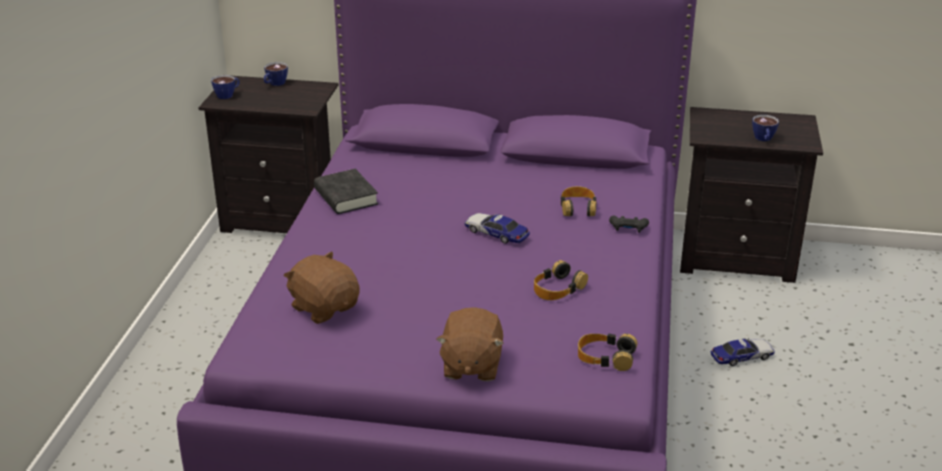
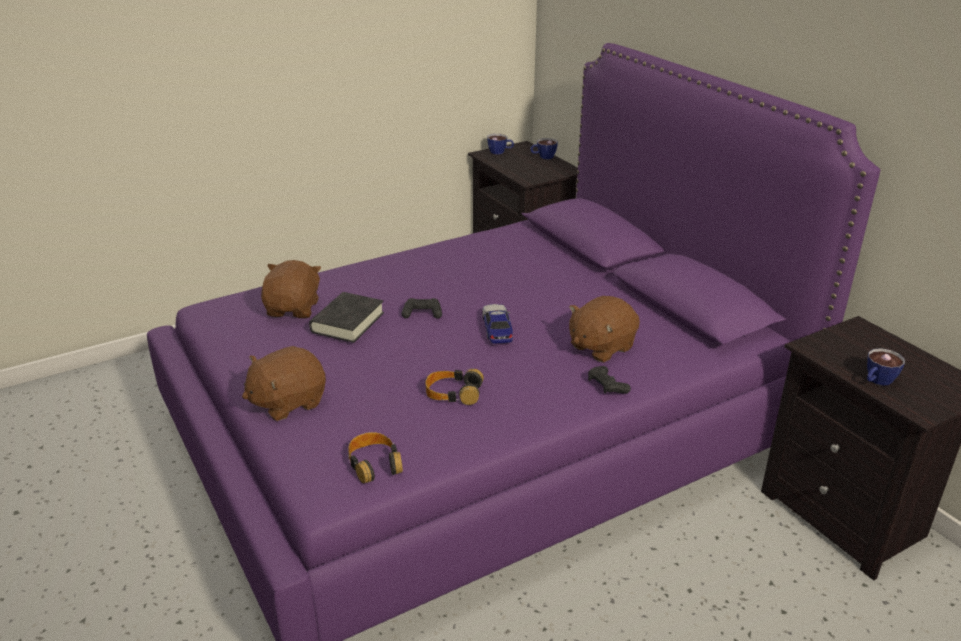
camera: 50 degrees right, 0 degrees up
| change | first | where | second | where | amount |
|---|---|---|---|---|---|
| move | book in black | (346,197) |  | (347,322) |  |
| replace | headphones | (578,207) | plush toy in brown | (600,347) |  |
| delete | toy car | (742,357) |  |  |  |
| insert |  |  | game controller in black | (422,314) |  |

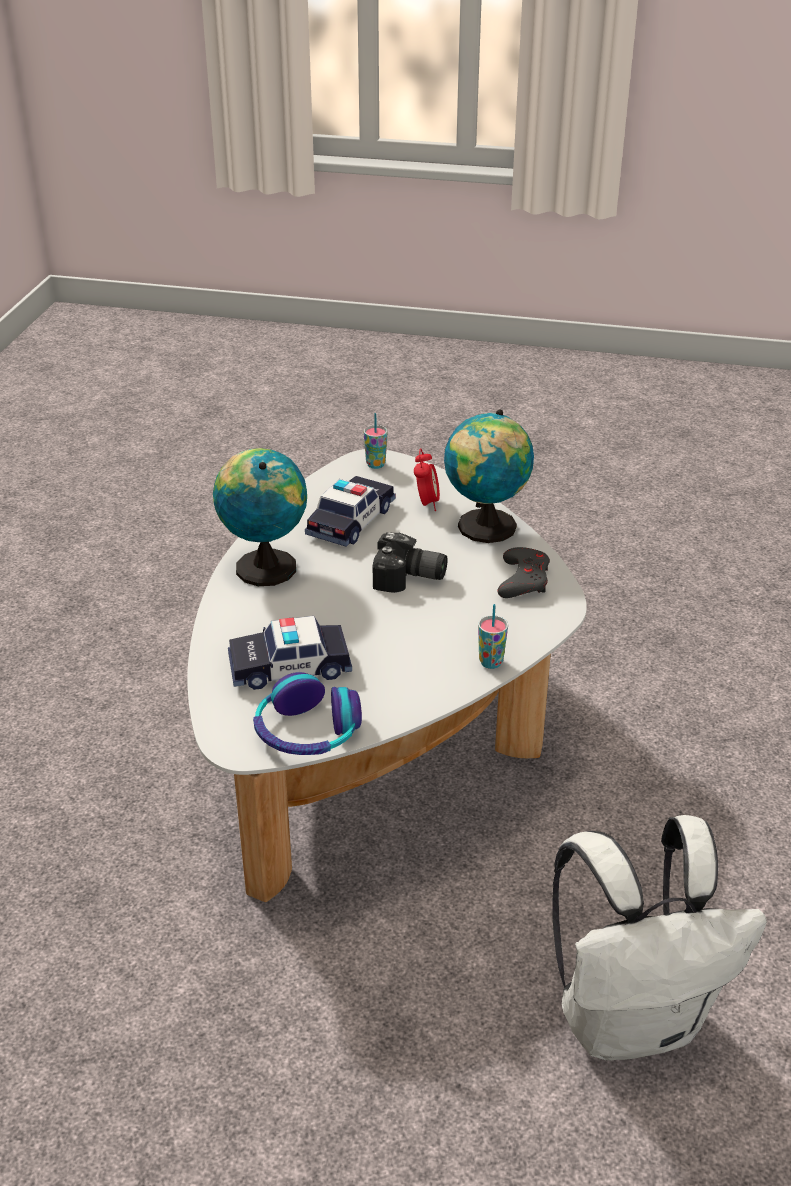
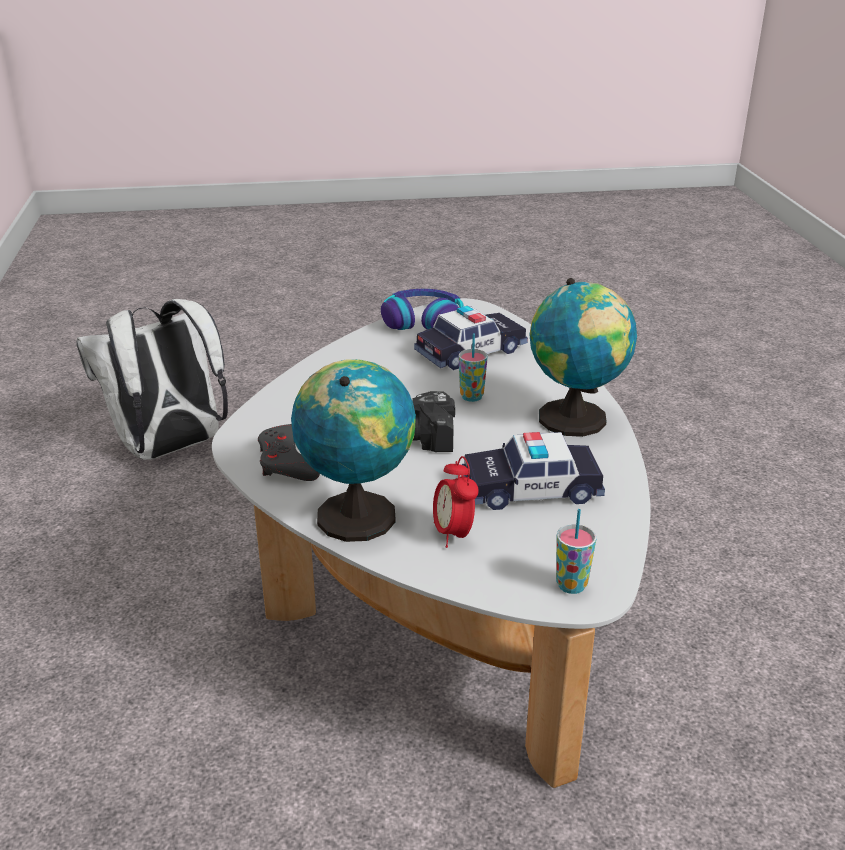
camera: 160 degrees right, 5 degrees down
| change | first | where | second | where | amount |
|---|---|---|---|---|---|
| rotate | toy car | (351,521) |  | (531,489) | 75 degrees clockwise |
| move | cup | (491,662) |  | (471,397) |  |

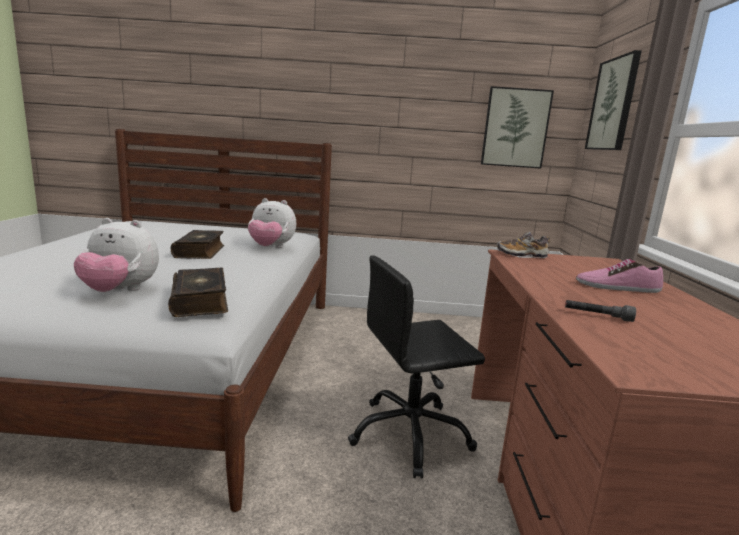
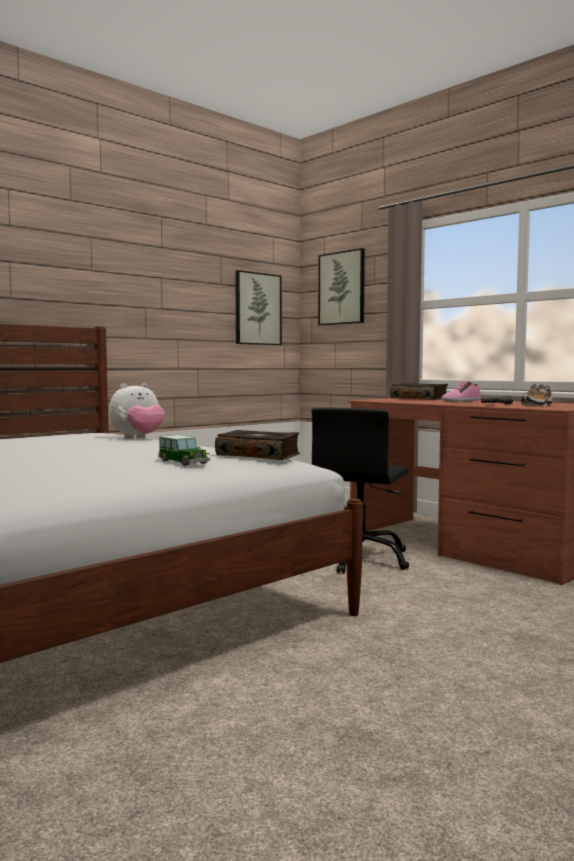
camera: 45 degrees left, 10 degrees down
| change | first | where | second | where | amount |
|---|---|---|---|---|---|
| replace | plush toy | (120,291) | toy car | (183,462) |  |
| move | book | (200,252) |  | (419,398) |  |
| move | shoe | (521,255) |  | (537,405) |  |

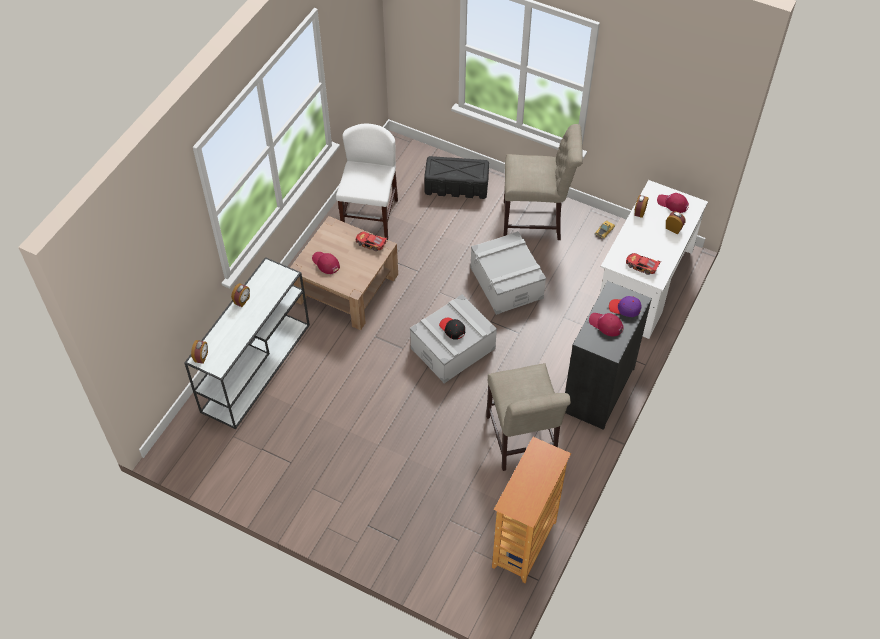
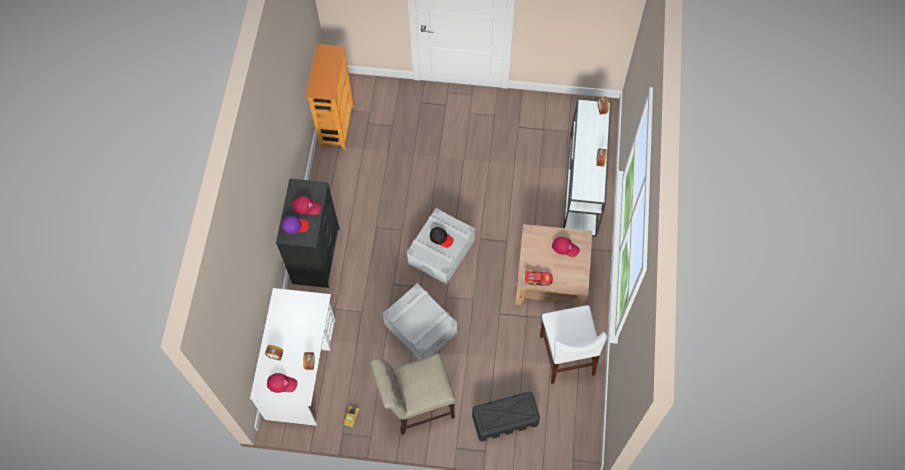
camera: 160 degrees right, 10 degrees up
| change | first | where | second | where | amount |
|---|---|---|---|---|---|
| delete | toy car | (641,266) |  |  |  |
| delete | chair in beige | (521,442) |  |  |  |

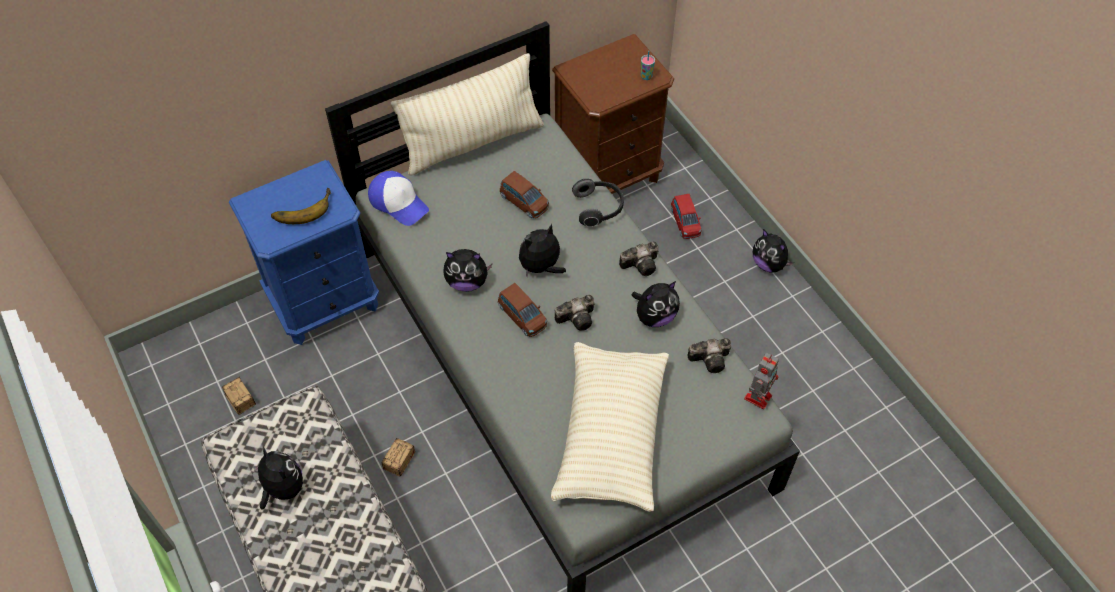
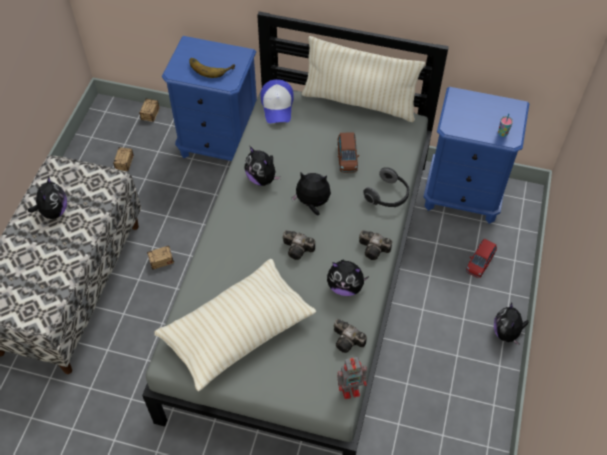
camera: 45 degrees right, 0 degrees up
| change | first | where | second | where | amount |
|---|---|---|---|---|---|
| recolor | nightstand in brown | (609,175) | nightstand in blue | (462,196) |  |
| delete | toy car in brown | (522,316) |  |  |  |
| insert |  |  | storage box | (146,124) |  |

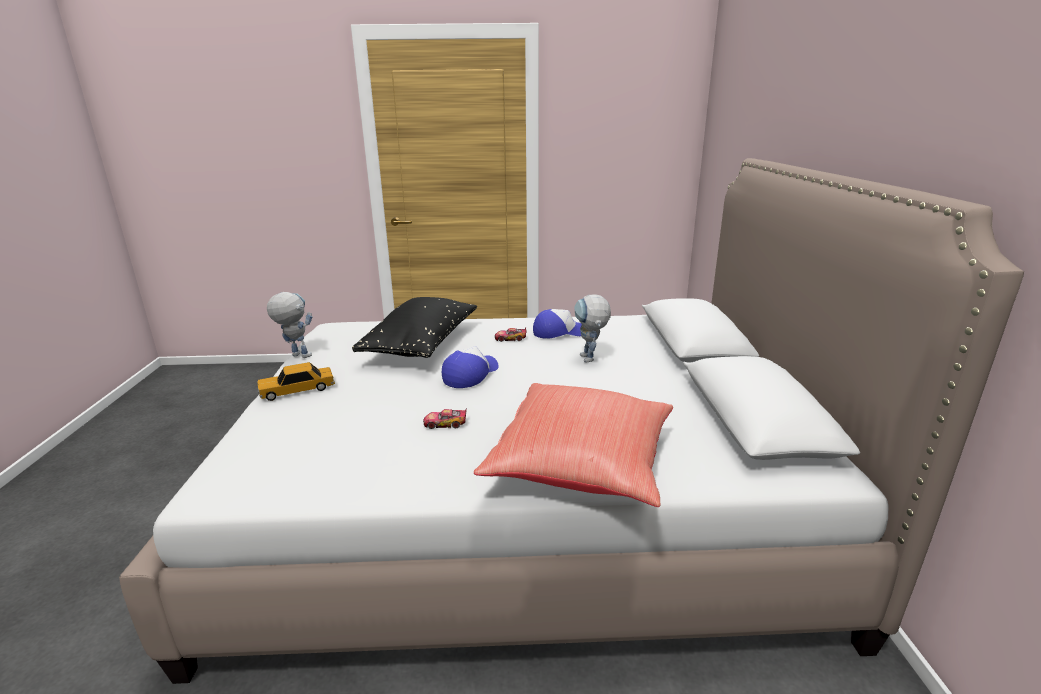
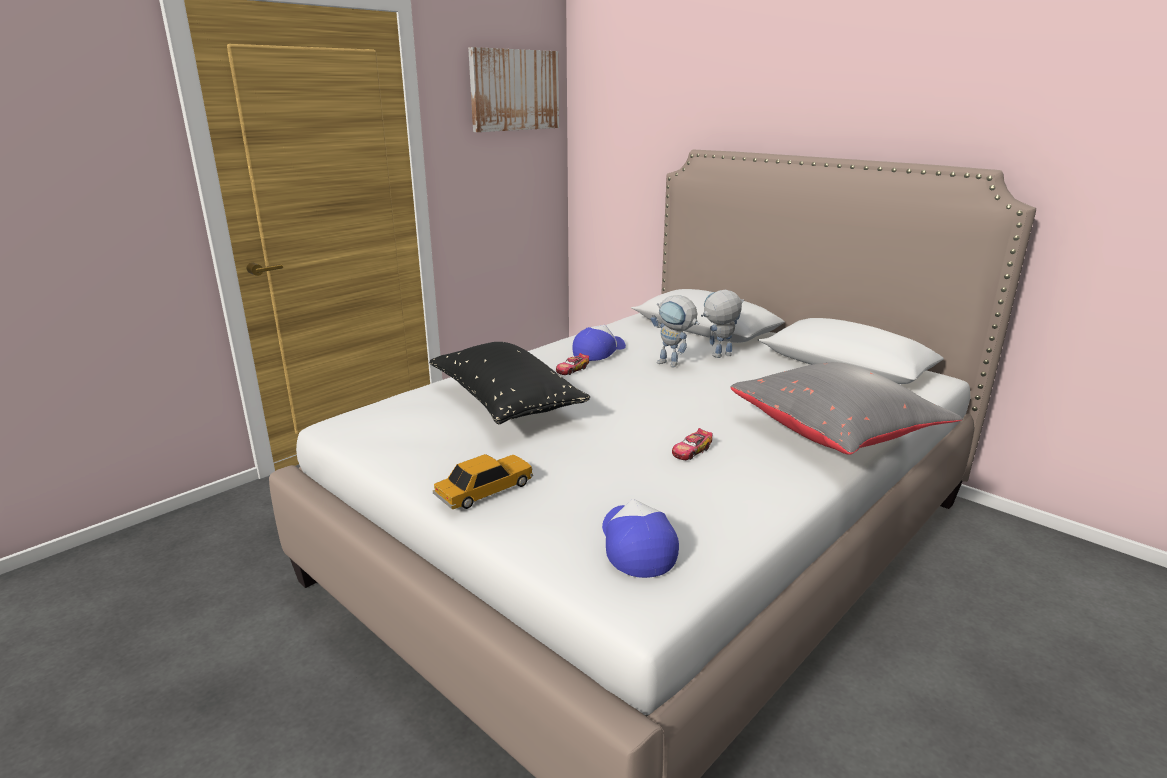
camera: 45 degrees left, 0 degrees up
| change | first | where | second | where | amount |
|---|---|---|---|---|---|
| move | toy robot | (295,355) |  | (718,357) |  |
| move | cap | (470,374) |  | (635,545) |  |
| rotate | toy car | (297,390) |  | (485,490) | 150 degrees counterclockwise |
| recolor | pillow in red | (582,467) | pillow in grey | (836,433) |  |
| insert |  |  | picture | (514,90) |  |

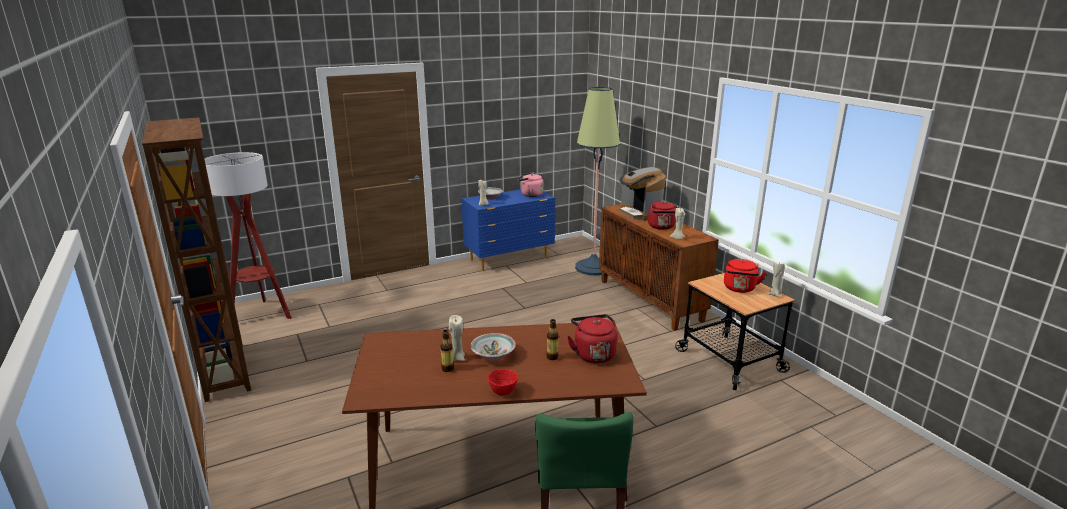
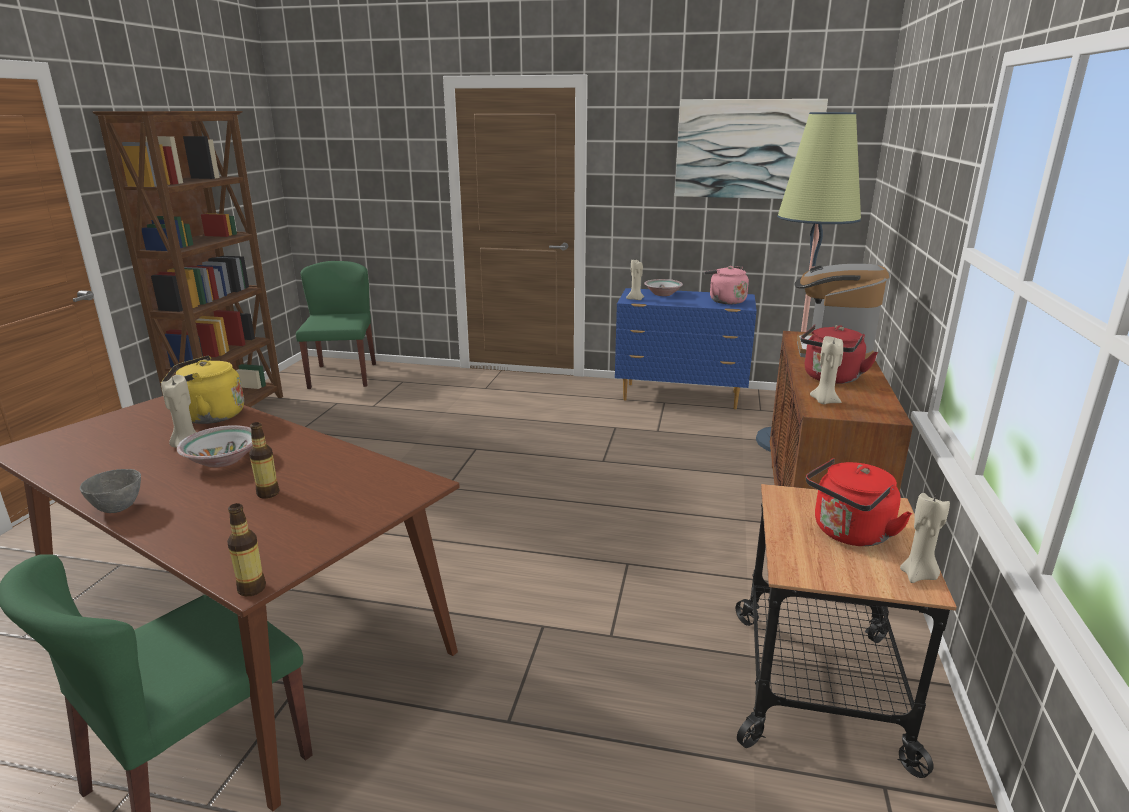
camera: 40 degrees right, 0 degrees up
| change | first | where | second | where | amount |
|---|---|---|---|---|---|
| replace | floor lamp | (261,314) | chair in green | (343,375) |  |
| delete | kettle in red | (593,354) |  |  |  |
| move | bottle | (447,369) |  | (251,589) |  |
| recolor | bowl in red | (502,392) | bowl in grey | (117,508) |  |
| insert |  |  | picture | (747,149) |  |
| insert |  |  | kettle in yellow | (208,416) |  |

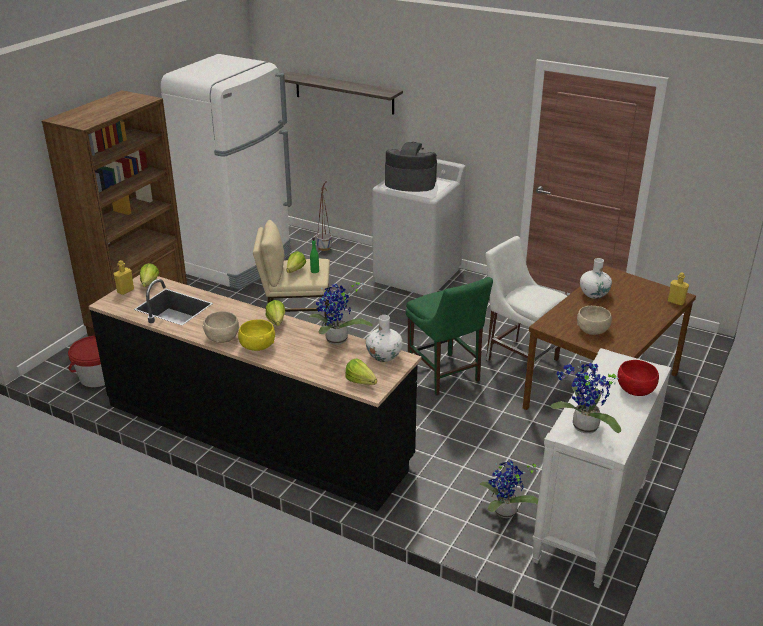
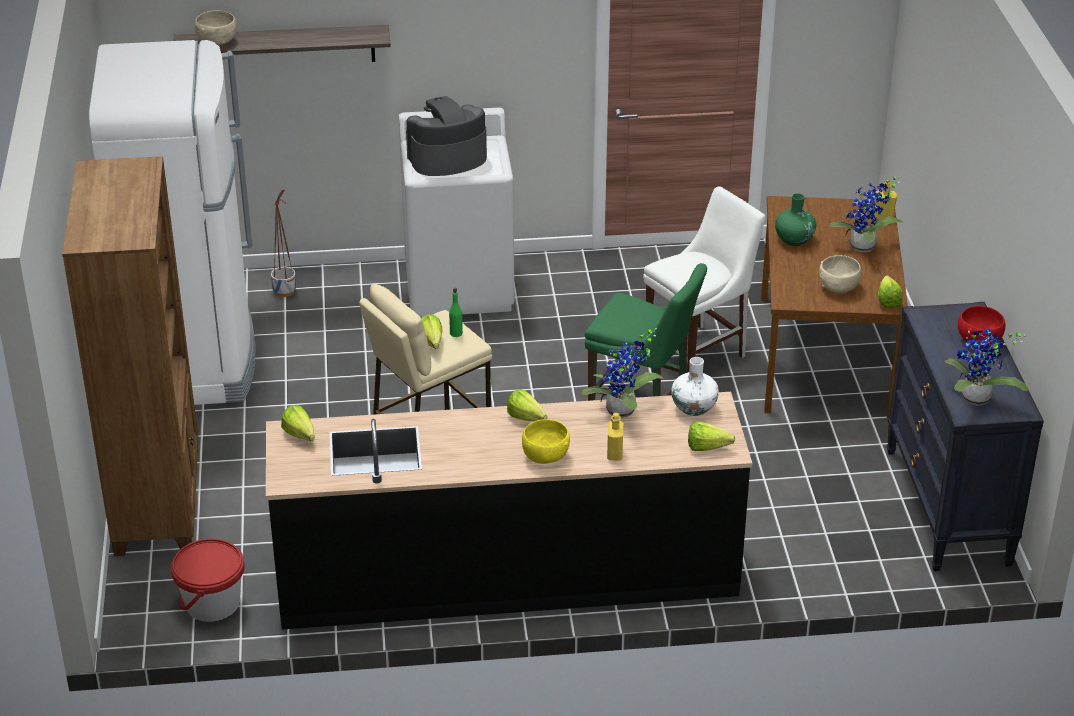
camera: 35 degrees left, 5 degrees up
| change | first | where | second | where | amount |
|---|---|---|---|---|---|
| rotate | chair in white | (519,358) |  | (699,352) | 135 degrees clockwise |
| recolor | vase in white | (594,294) | vase in green | (794,240) |  |
| move | bottle in yellow | (125,291) |  | (614,454) |  |
| move | bowl in beige | (222,338) |  | (216,41) |  |
| recolor | dresser in white | (591,523) | dresser in black | (948,507) |  |
| move | potted plant | (505,514) |  | (864,248) |  |
| insert |  |  | lettuce | (888,299) |  |

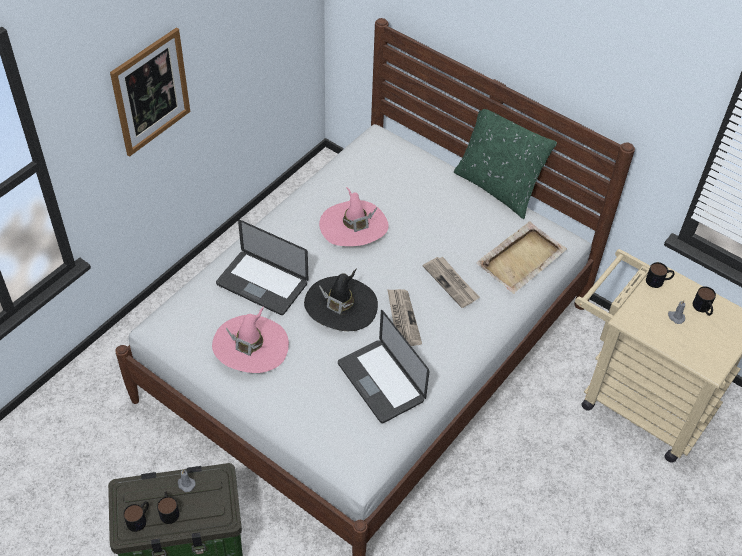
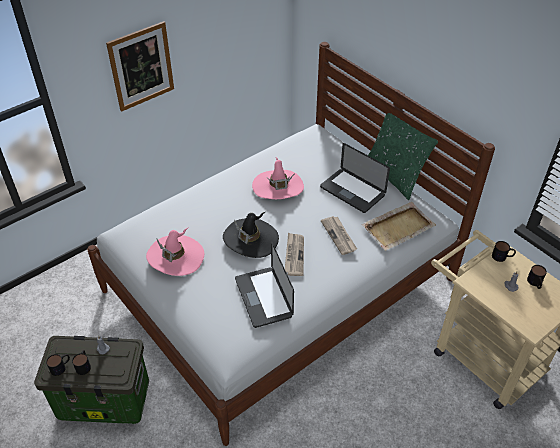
camera: 15 degrees right, 5 degrees down
| change | first | where | second | where | amount |
|---|---|---|---|---|---|
| move | laptop | (262,284) |  | (352,191) |  |

